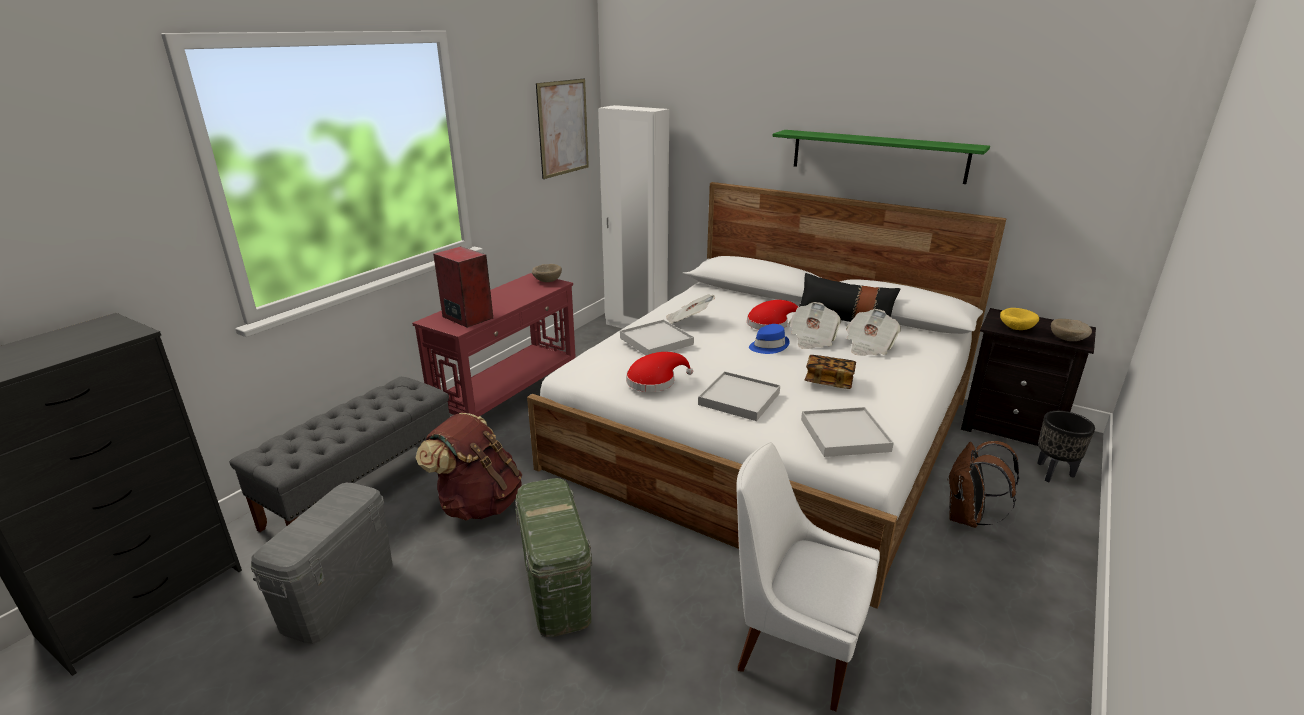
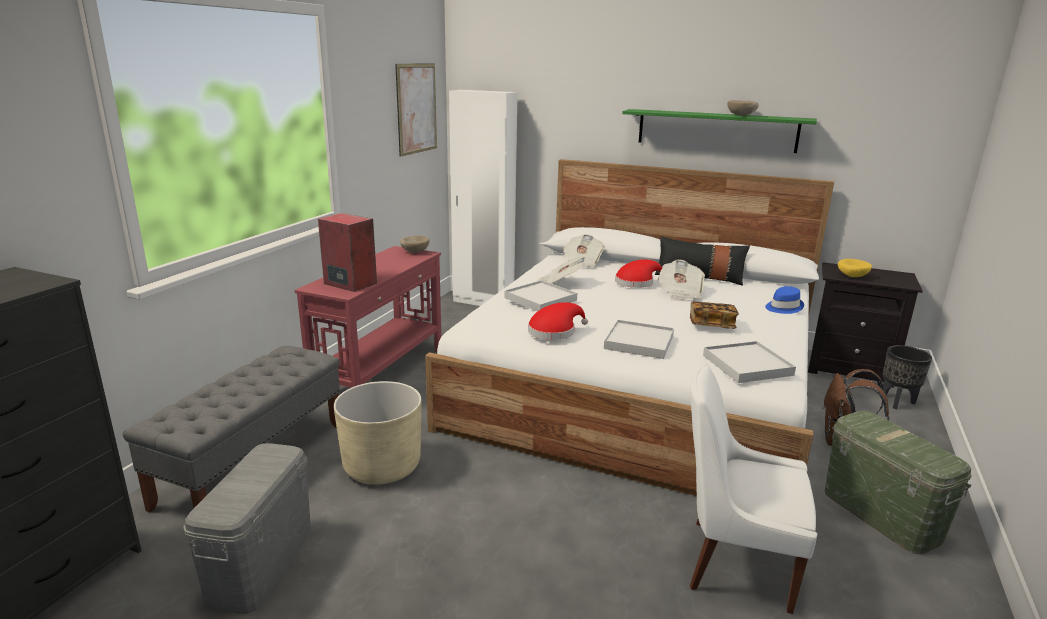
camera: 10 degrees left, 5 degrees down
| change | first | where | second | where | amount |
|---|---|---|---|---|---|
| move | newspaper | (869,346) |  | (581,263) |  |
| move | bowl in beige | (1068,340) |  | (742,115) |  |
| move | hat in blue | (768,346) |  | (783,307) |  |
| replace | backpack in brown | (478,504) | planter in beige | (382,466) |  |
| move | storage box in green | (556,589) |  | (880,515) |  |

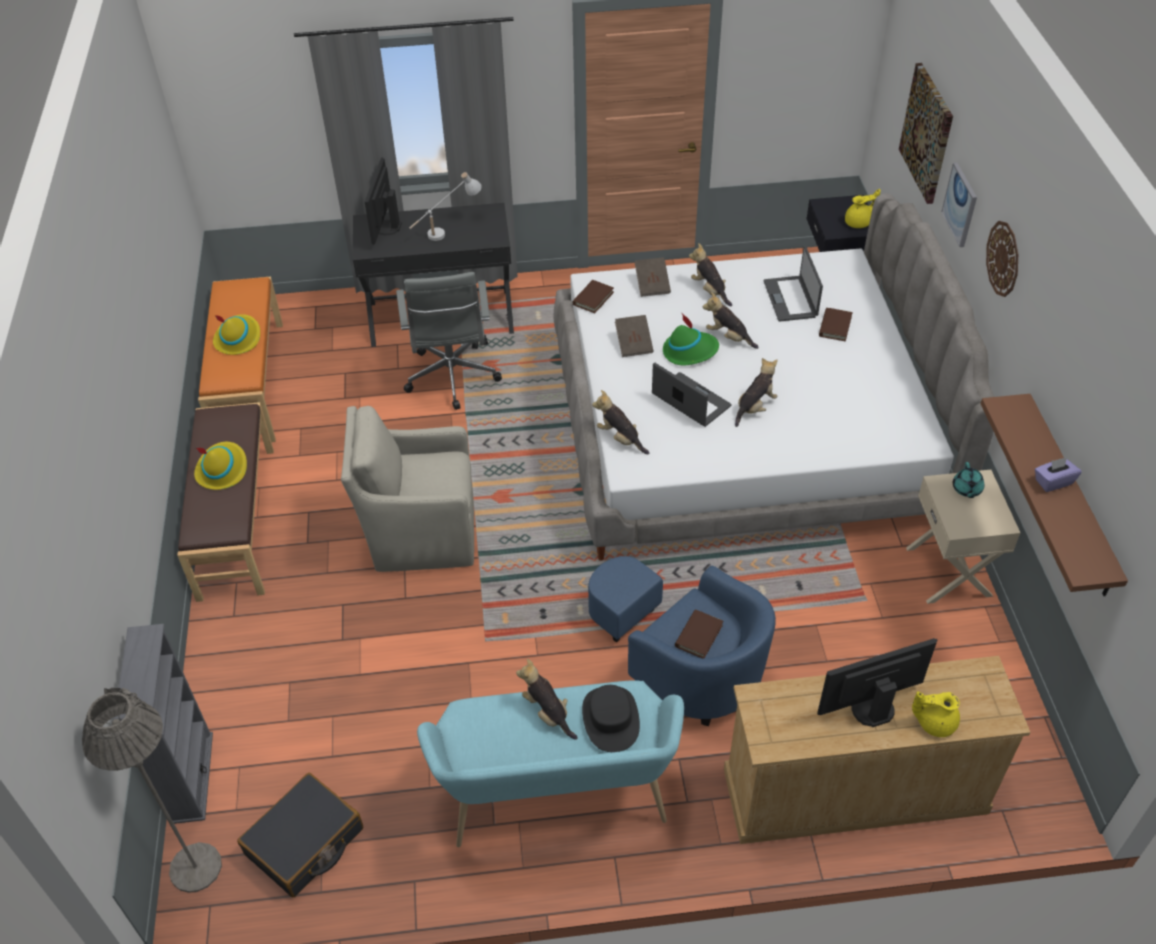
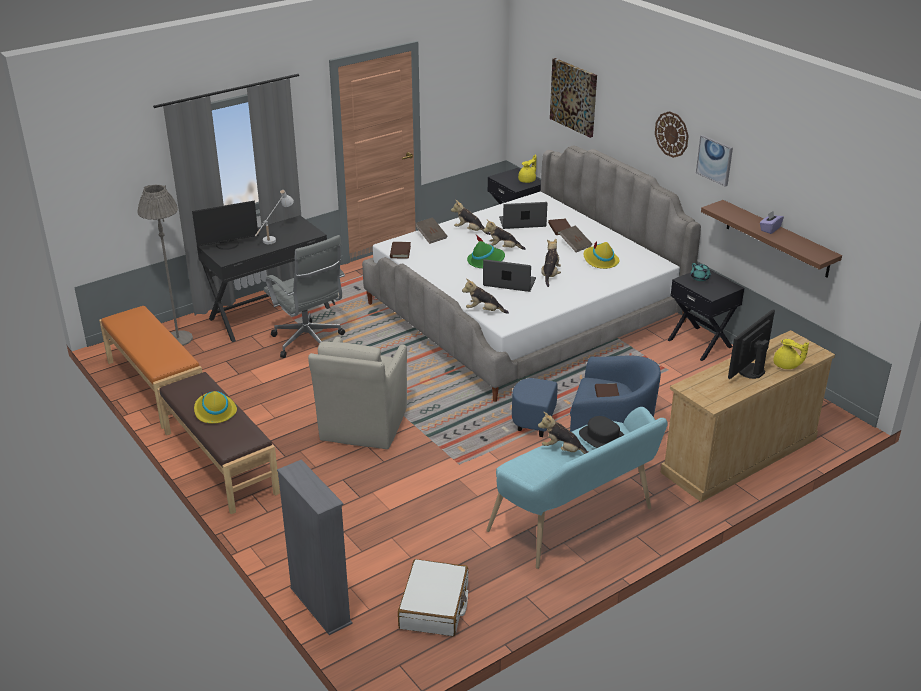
camera: 30 degrees left, 15 degrees down
| change | first | where | second | where | amount |
|---|---|---|---|---|---|
| rotate | monitor | (386,226) |  | (227,245) | 90 degrees counterclockwise |
| move | picture | (960,204) |  | (714,160) |  |
| rotate | laptop | (791,299) |  | (522,223) | 120 degrees clockwise |
| move | hat in yellow | (238,338) |  | (600,260) |  |
| move | book in brown | (634,344) |  | (575,245) |  |
| rotate | armchair in beige | (420,533) |  | (362,426) | 45 degrees counterclockwise |
| recolor | nightstand in beige | (950,571) | nightstand in black | (700,343) |  |
| move | floor lamp in grey | (195,867) |  | (178,339) |  |
| rotate | teapot in yellow | (934,722) |  | (786,366) | 120 degrees counterclockwise |
| recolor | suitcase in black | (305,842) | suitcase in white | (434,607) |  |

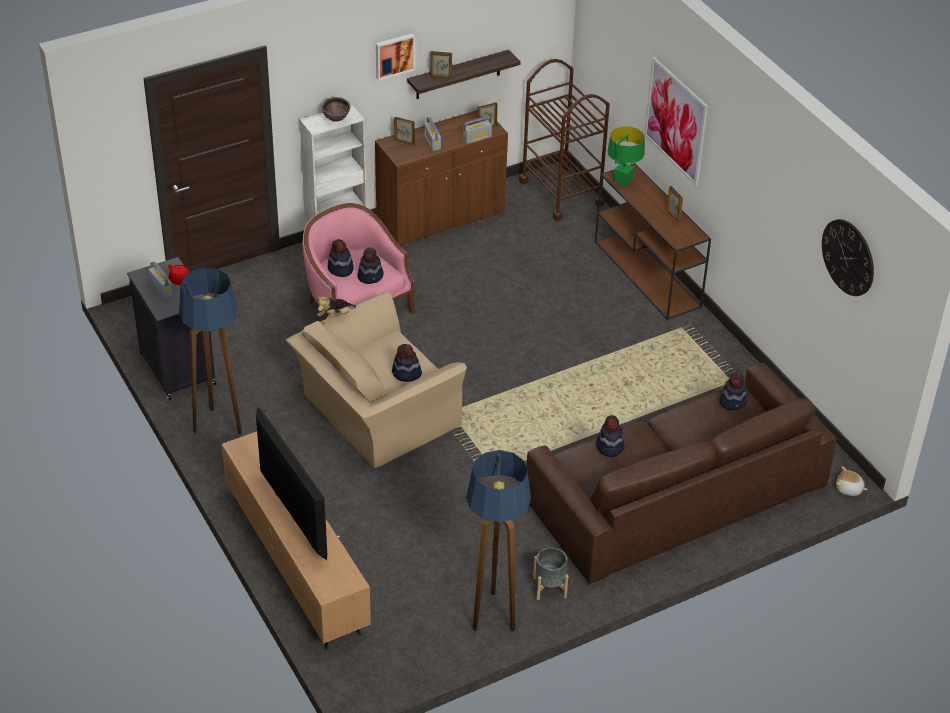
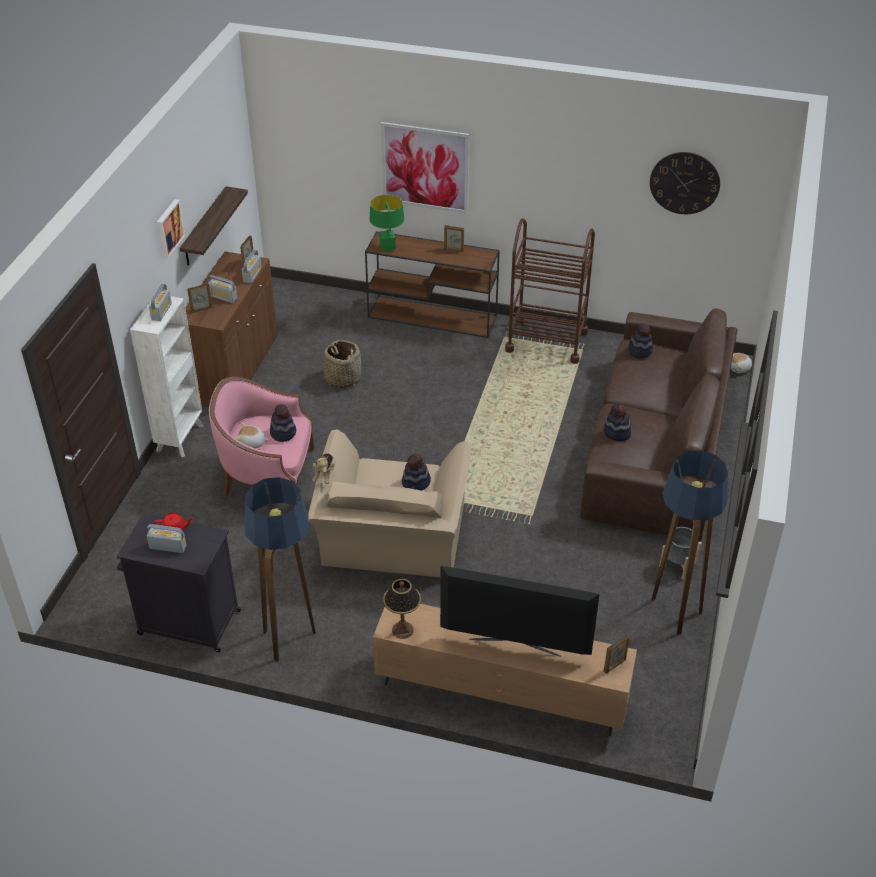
camera: 45 degrees left, 0 degrees up
| change | first | where | second | where | amount |
|---|---|---|---|---|---|
| move | picture frame | (440,77) |  | (615,665) |  |
| move | cart in brown | (561,192) |  | (546,341) |  |
| replace | bowl in brown | (336,119) | radio | (161,311) |  |
| replace | hat | (340,269) | plush toy | (252,443) |  |
| insert |  |  | basket | (342,378) |  |
| insert |  |  | table lamp | (403,630) |  |

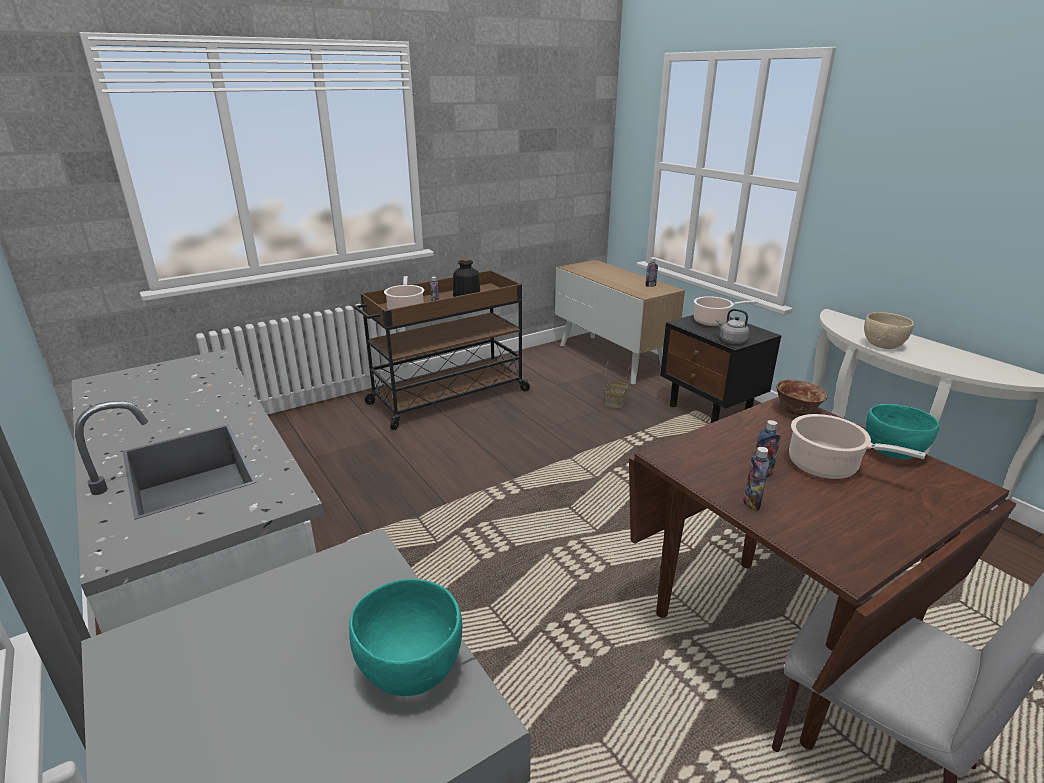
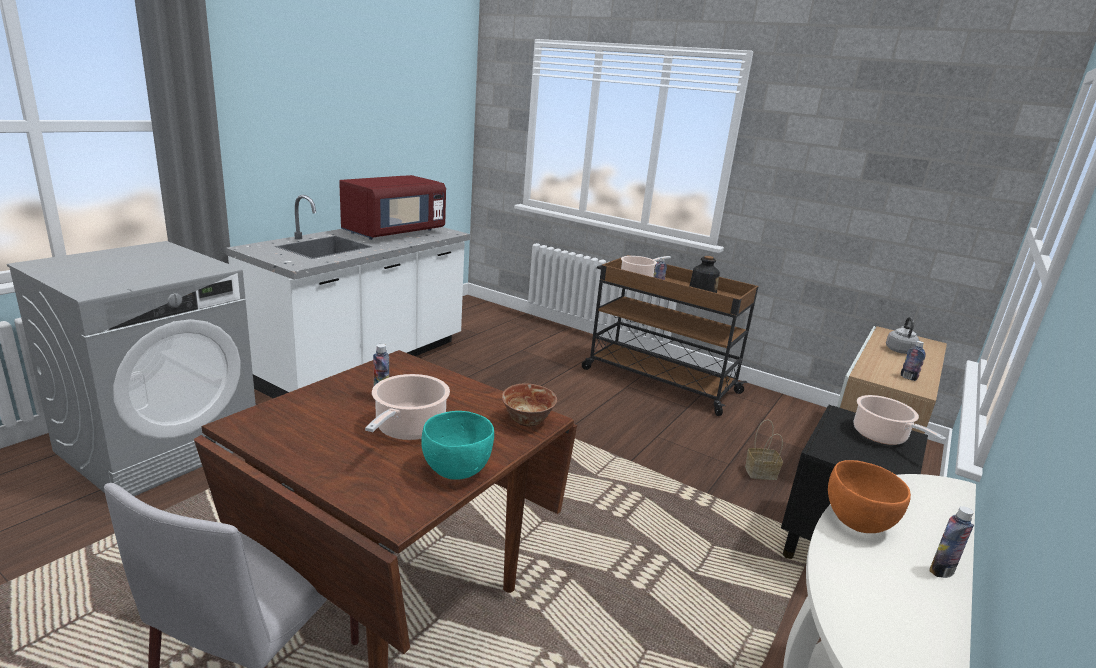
camera: 65 degrees right, 5 degrees down
| change | first | where | second | where | amount |
|---|---|---|---|---|---|
| move | kettle in grey | (731,340) |  | (899,350) |  |
| recolor | bowl in beige | (882,346) | bowl in orange | (857,521) |  |
| move | bottle | (751,503) |  | (941,571) |  |
| delete | bowl in turquoise | (410,670) |  |  |  |
| insert |  |  | microwave in red | (394,232) |  |

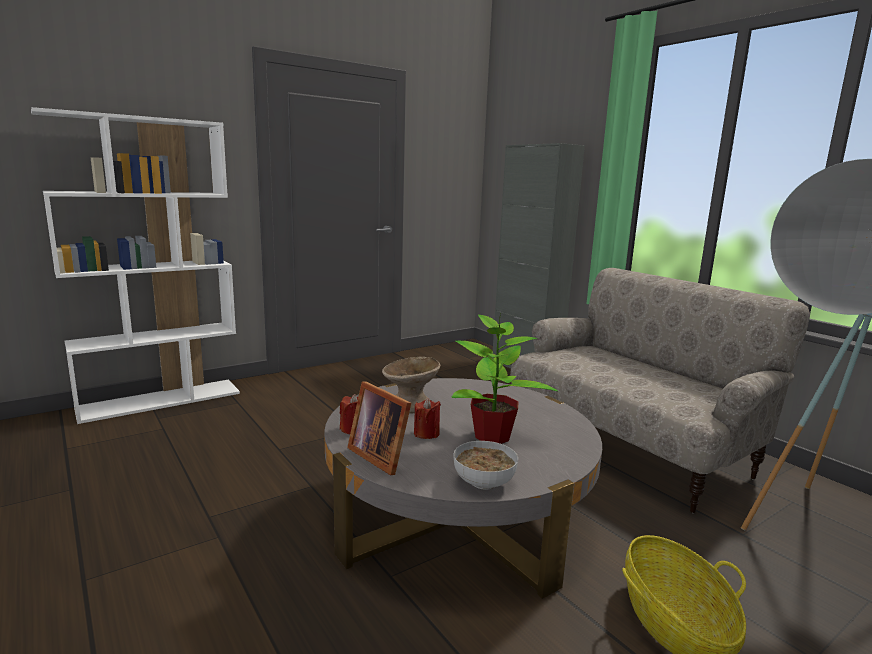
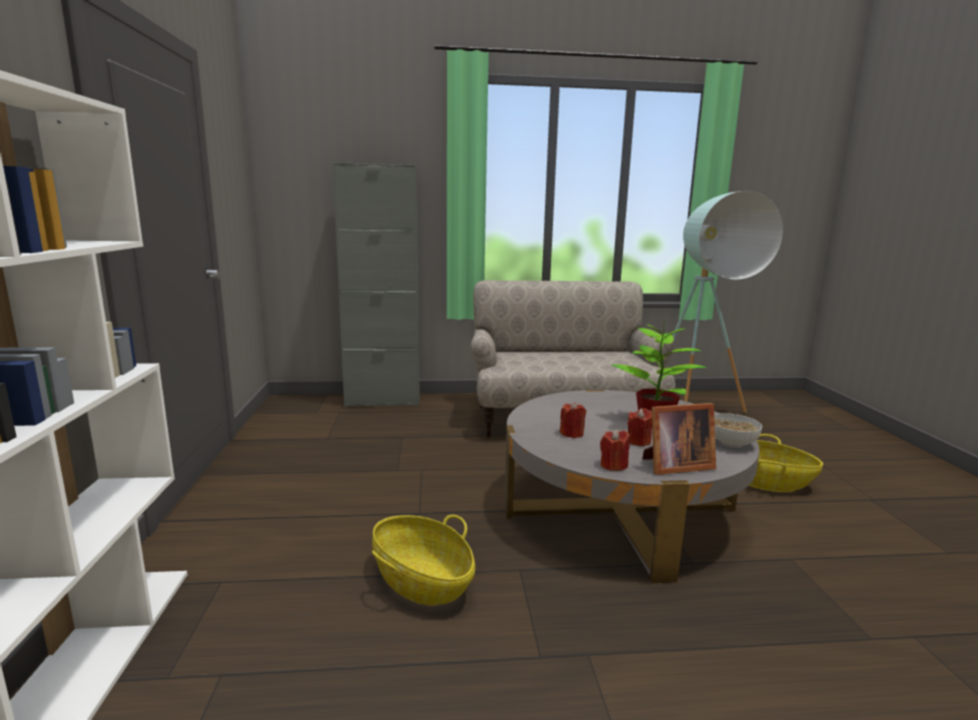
camera: 60 degrees left, 0 degrees up
| change | first | where | second | where | amount |
|---|---|---|---|---|---|
| replace | bowl in beige | (411,405) | candle in red | (572,434) |  |
| insert |  |  | basket | (422,581) |  |

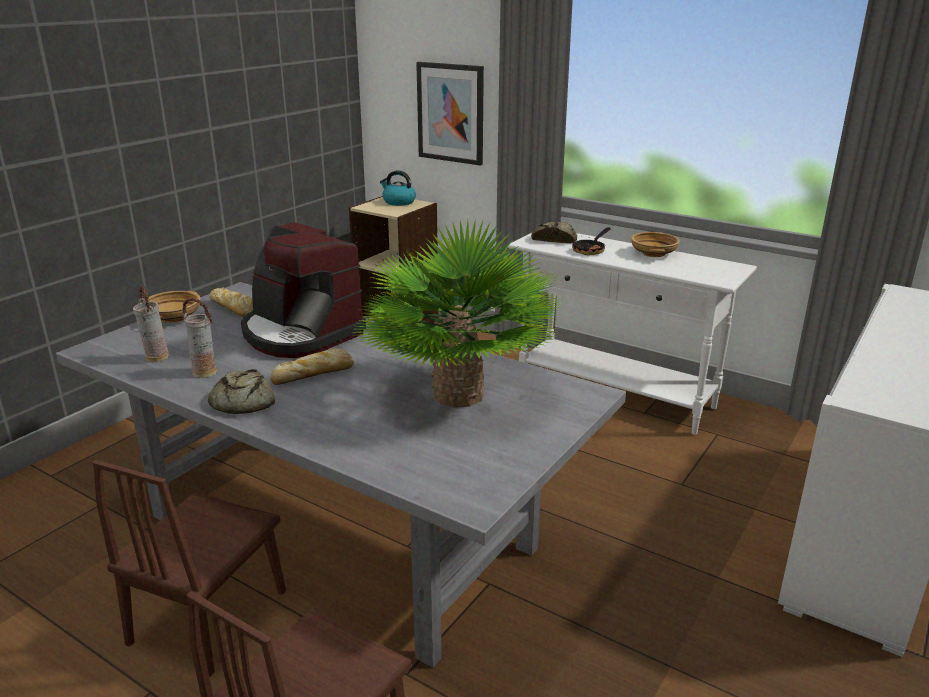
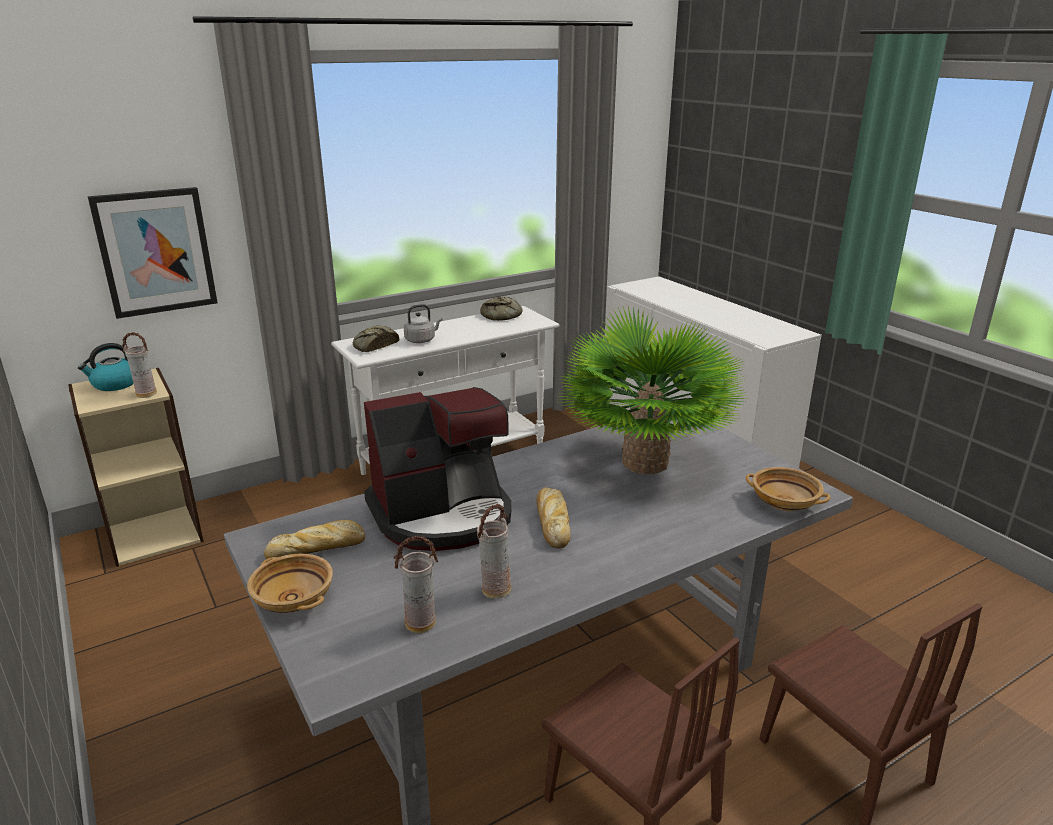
camera: 65 degrees left, 0 degrees up
| change | first | where | second | where | amount |
|---|---|---|---|---|---|
| replace | frying pan | (591,250) | kettle in grey | (421,340) |  |
| move | bowl in beige | (653,254) |  | (785,502) |  |
| move | bread | (242,401) |  | (502,315) |  |
| insert |  |  | vase | (146,394) |  |

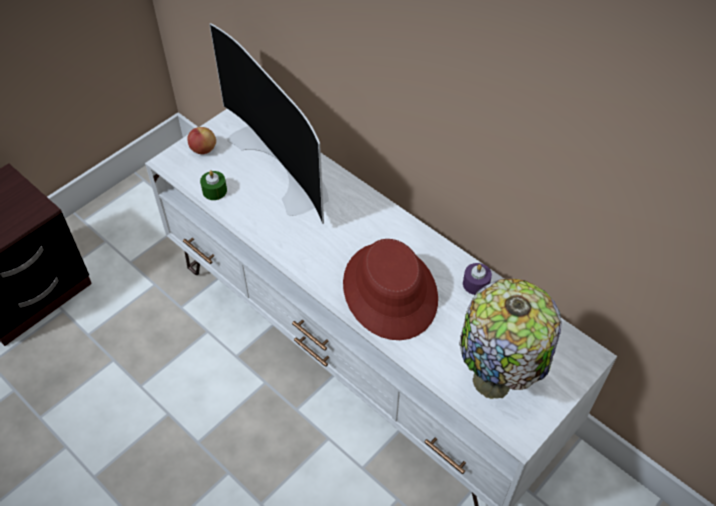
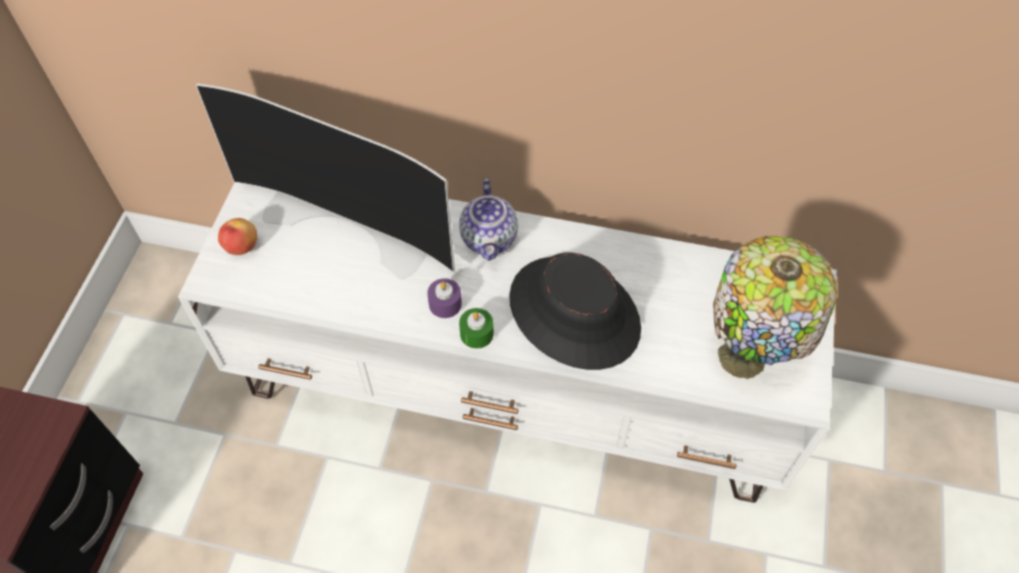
camera: 30 degrees left, 5 degrees up
| change | first | where | second | where | amount |
|---|---|---|---|---|---|
| move | candle in green | (214,191) |  | (476,333) |  |
| recolor | hat in red | (390,291) | hat in black | (575,313) |  |
| move | candle in purple | (476,284) |  | (445,304) |  |
| insert |  |  | teapot | (490,239) |  |

